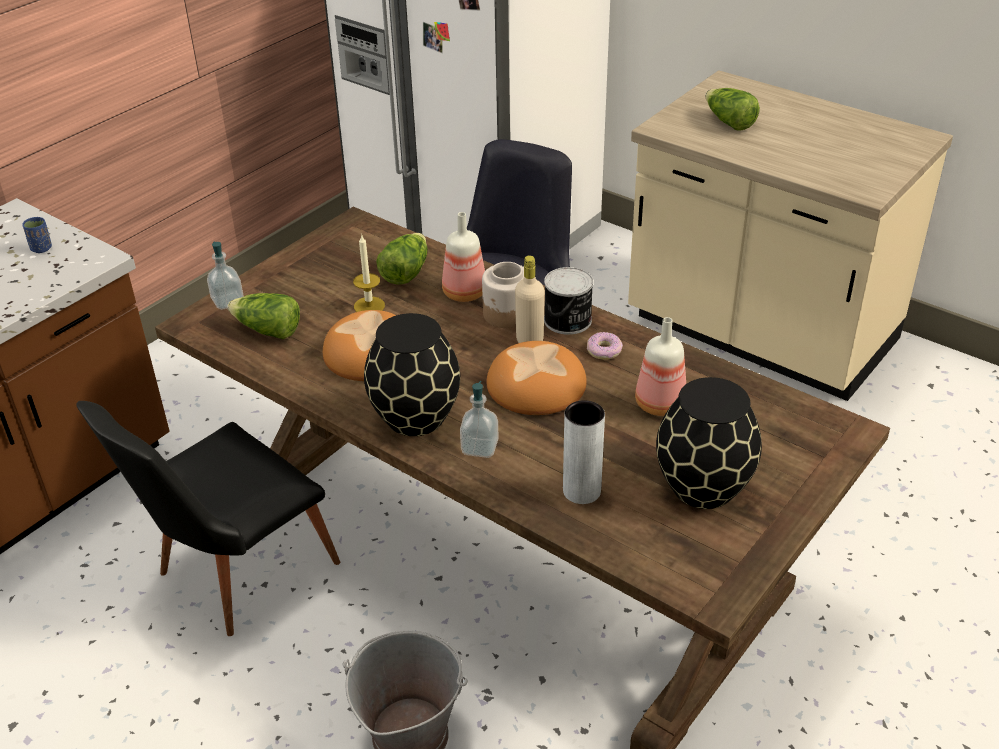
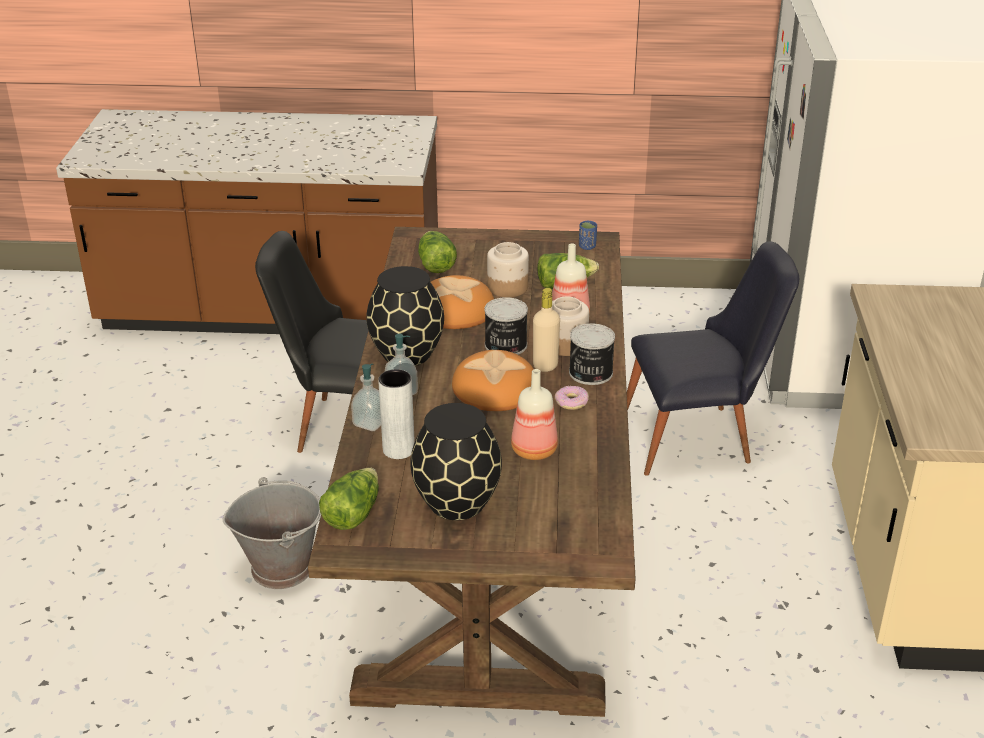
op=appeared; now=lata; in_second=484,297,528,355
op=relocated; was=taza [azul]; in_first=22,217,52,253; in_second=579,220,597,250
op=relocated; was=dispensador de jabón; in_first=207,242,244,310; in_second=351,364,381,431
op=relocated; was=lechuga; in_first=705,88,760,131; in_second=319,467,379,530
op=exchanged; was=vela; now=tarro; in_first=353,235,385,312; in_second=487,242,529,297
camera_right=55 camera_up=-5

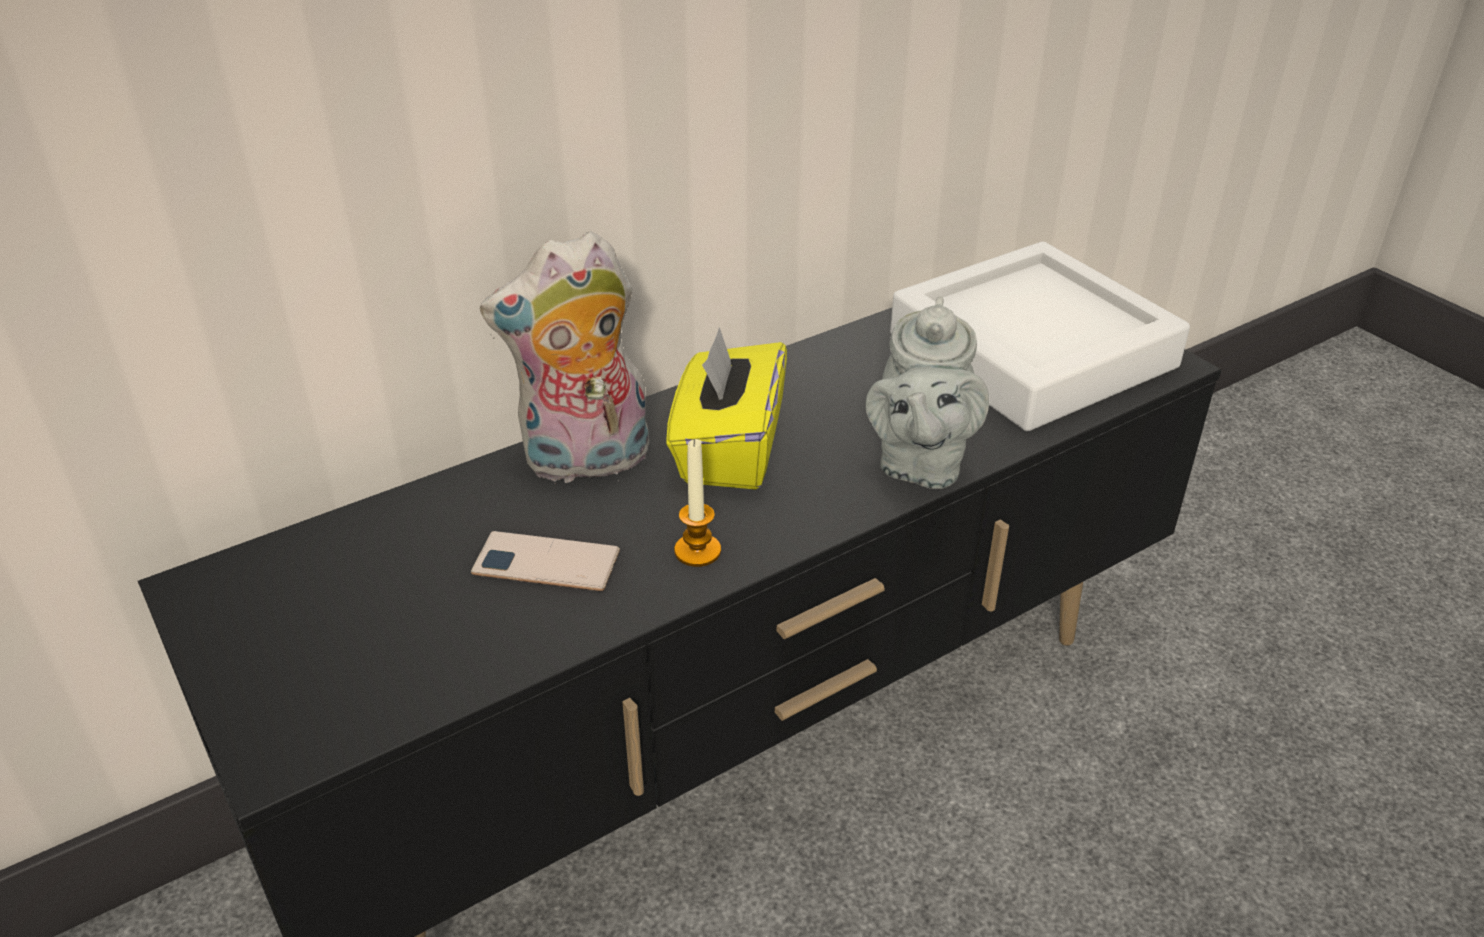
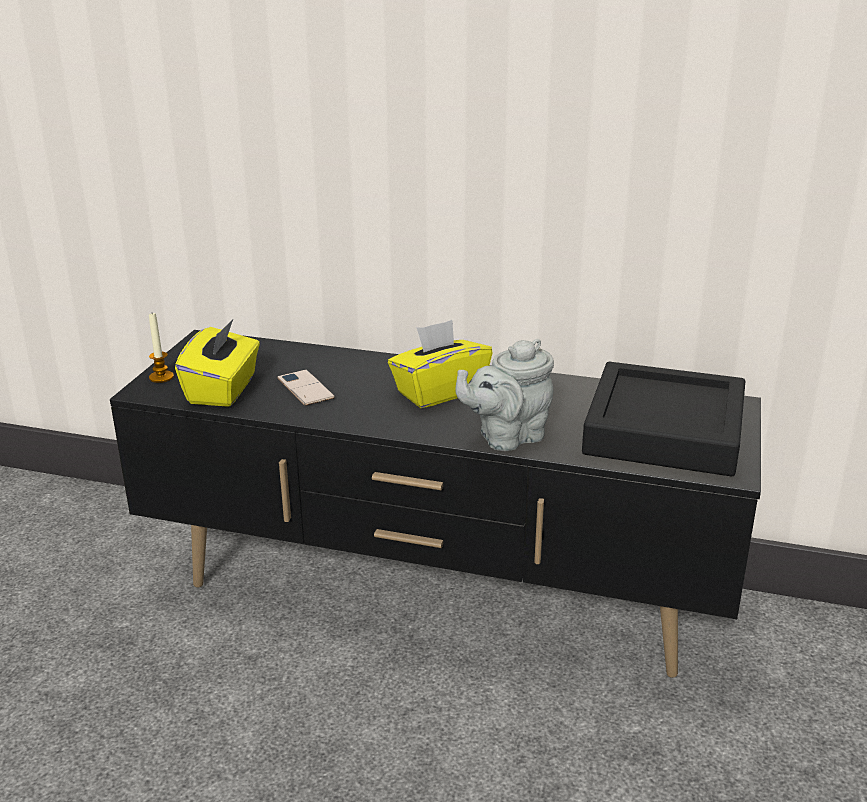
op=missing; was=peluche; in_first=480,231,649,484
op=appeared; now=caja de pañuelos [amarillo]; in_second=175,319,260,407
op=relocated; was=vela; in_first=674,438,721,567; in_second=149,313,174,383
op=colour; was=bandeja [blanco]; now=bandeja [negro]; in_first=890,242,1190,431; in_second=582,362,745,476
camera_right=50 camera_up=-10

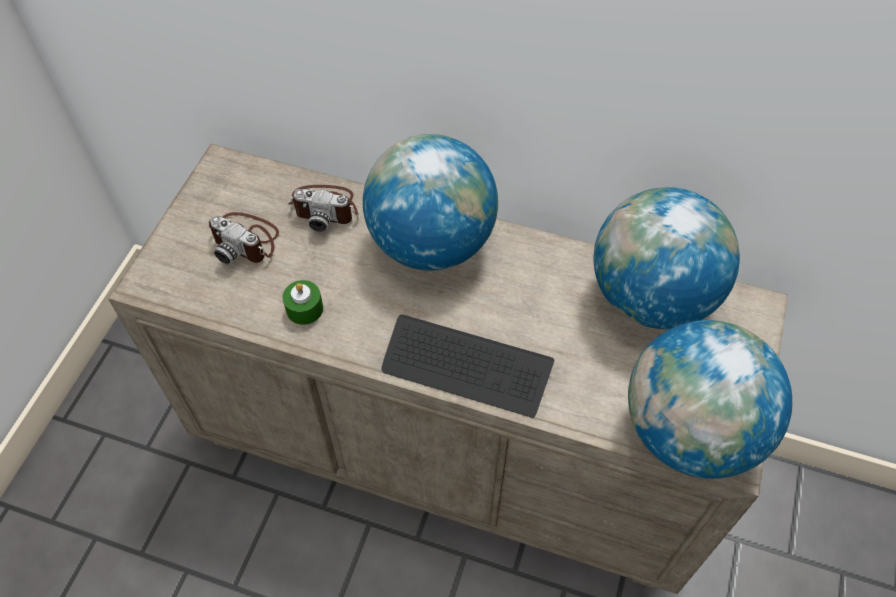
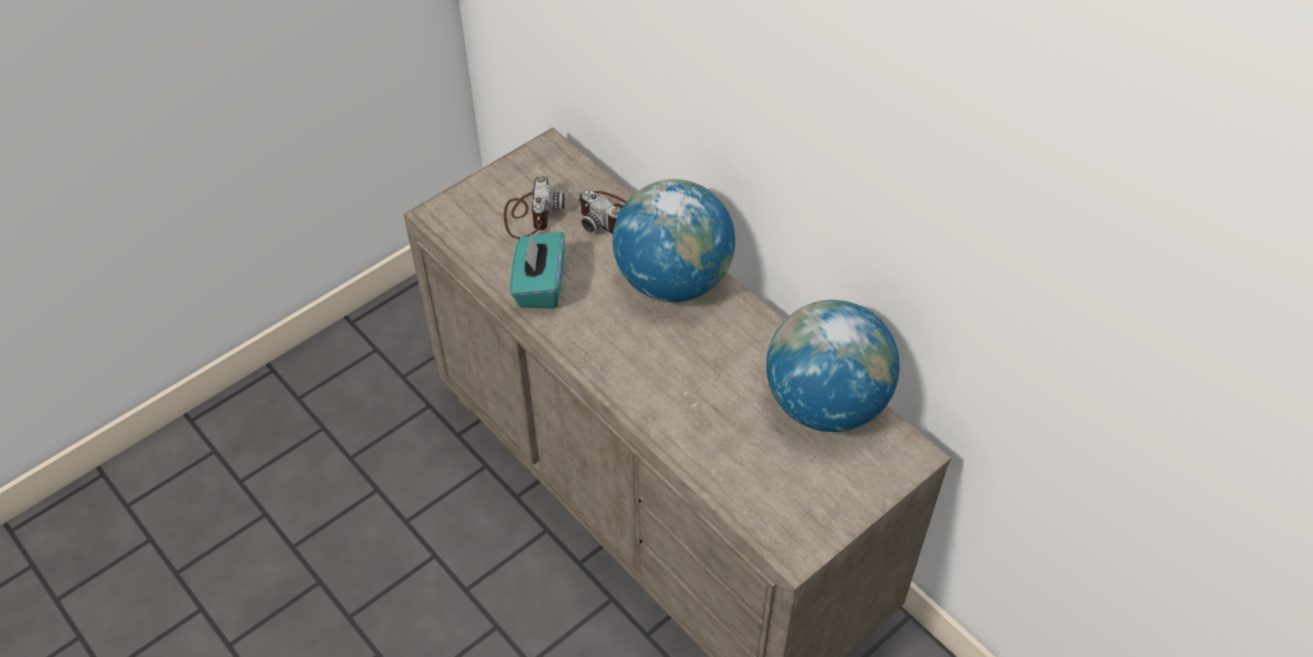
op=missing; was=teclado; in_first=381,315,554,417
op=missing; was=globo terráqueo; in_first=628,320,792,479
op=exchanged; was=vela [verde]; now=caja de pañuelos [turquesa]; in_first=282,280,323,325; in_second=510,231,565,309
op=spun; was=cámara; in_first=208,212,279,264; in_second=504,175,565,239; clockwise=-150
camera_right=30 camera_up=-5

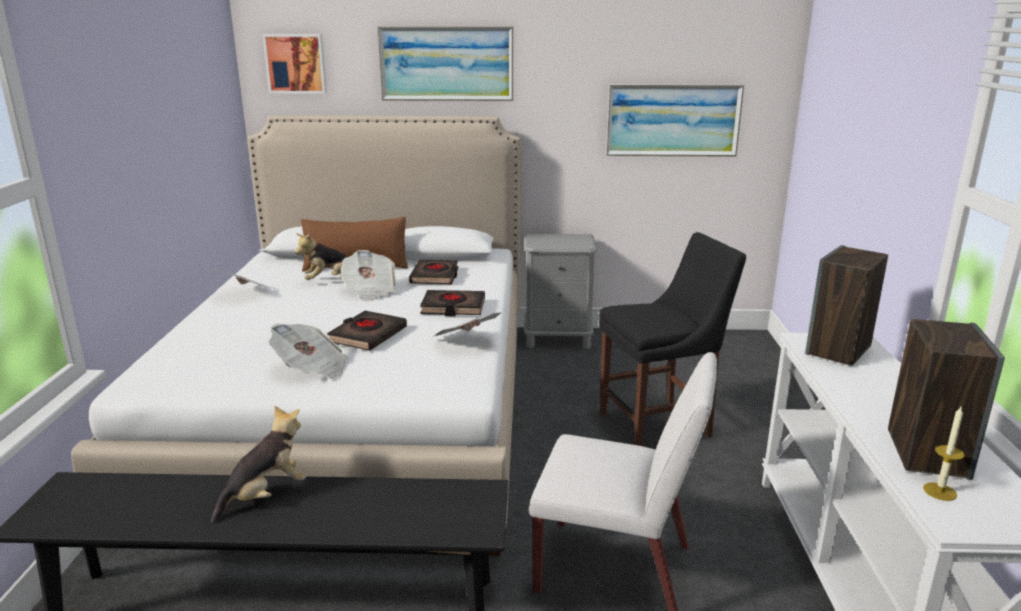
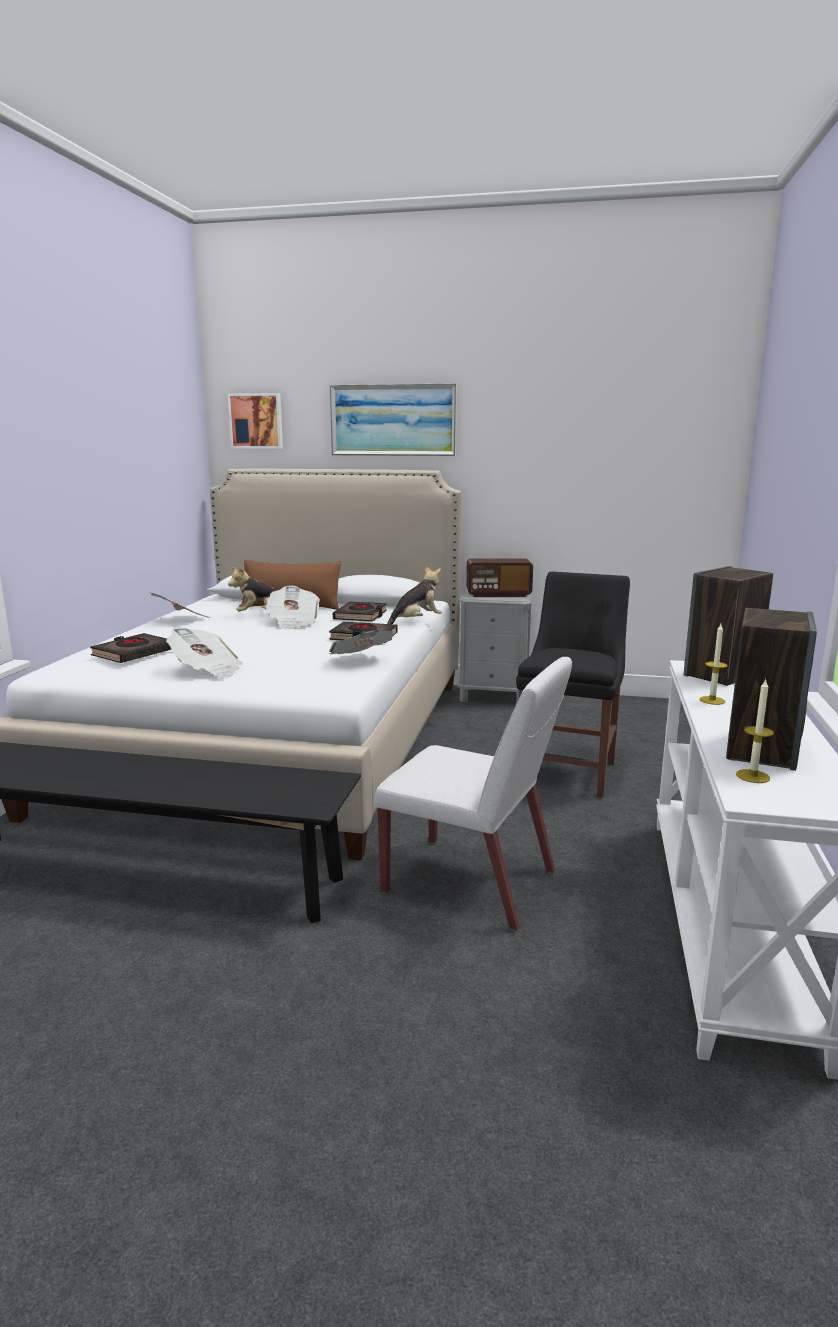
op=missing; was=cuadro; in_first=606,84,744,157
op=appeared; now=radio; in_second=466,558,533,597
op=appeared; now=vela; in_second=699,624,728,705
op=relocated; was=peluche; in_first=211,406,306,523; in_second=387,566,442,624
op=relocated; was=libro [negro]; in_first=327,311,407,351; in_second=90,633,171,663
op=spun; was=silla [negro]; in_first=599,232,746,446; in_second=516,571,630,798; clockwise=-60
camera_right=10 camera_up=-5

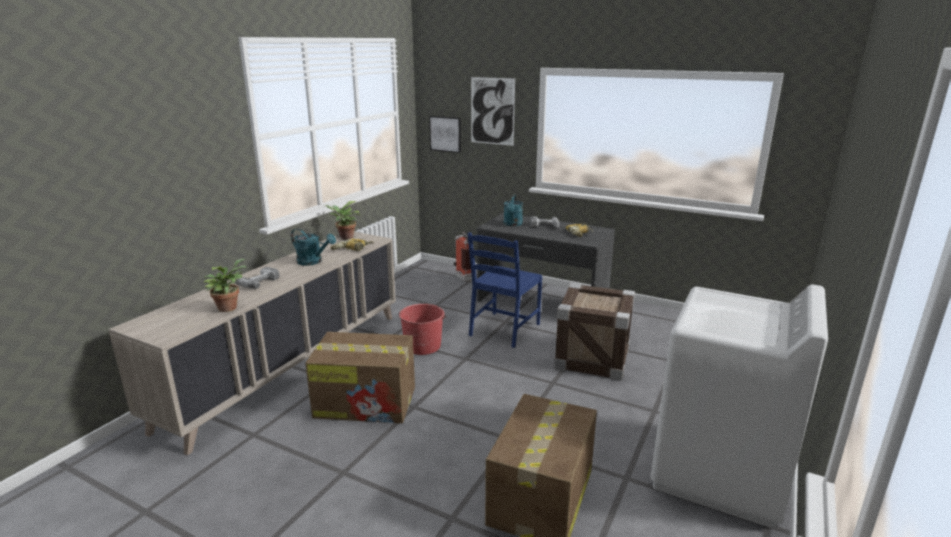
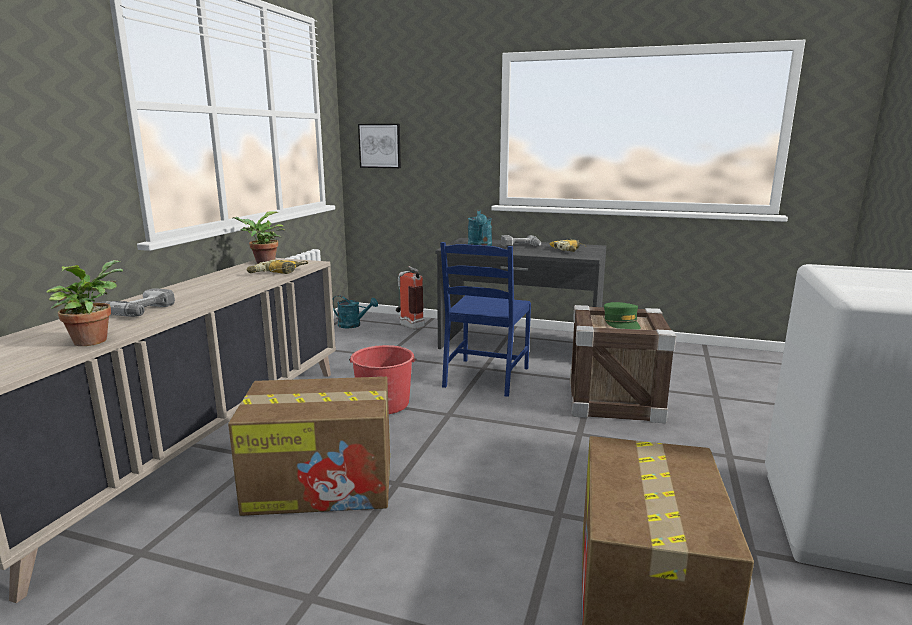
op=missing; was=cuadro; in_first=471,77,515,146
op=appeared; now=gorra [verde]; in_second=604,302,641,330
op=relocated; was=regadera [turquesa]; in_first=291,228,336,266; in_second=333,295,378,328
camera_right=-10 camera_up=-5

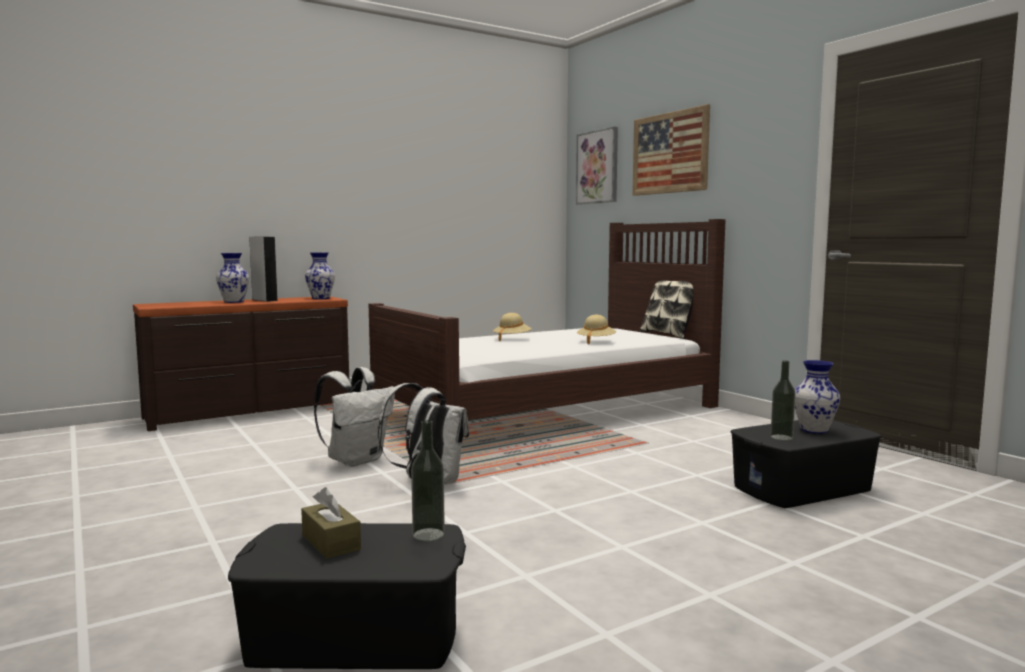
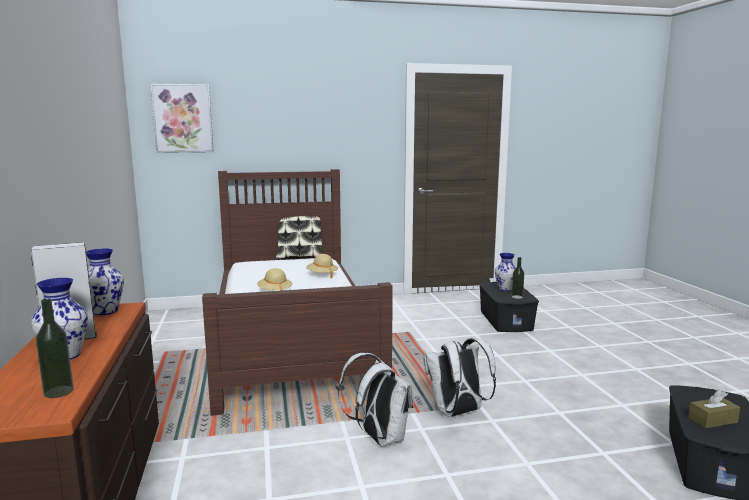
op=missing; was=cuadro; in_first=632,104,710,196
op=relocated; was=botella; in_first=411,420,445,541; in_second=36,298,74,398
camera_right=-70 camera_up=5

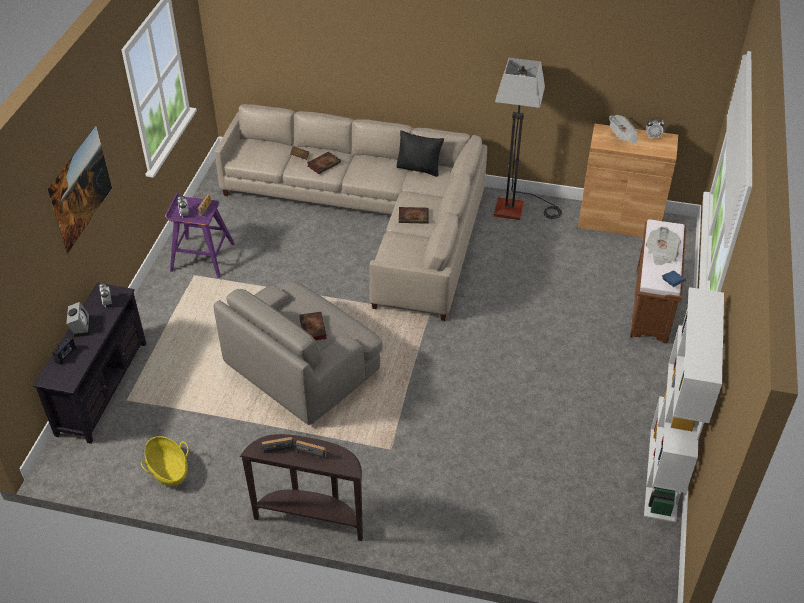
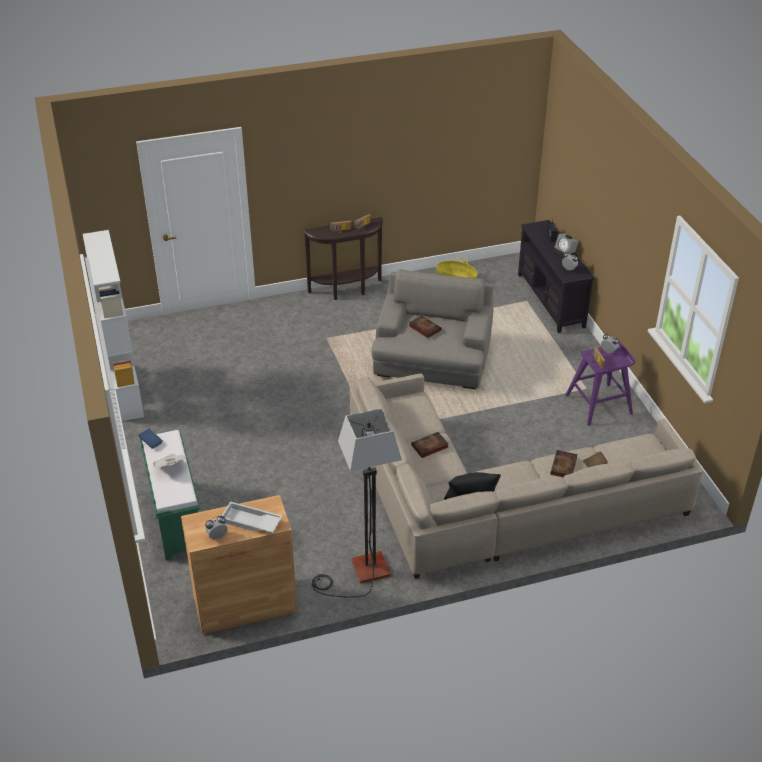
op=missing; was=cuadro; in_first=48,126,112,254
op=exchanged; was=periódico; now=bandeja [blanco]; in_first=609,115,638,145; in_second=221,501,282,533
op=colour; was=banco [marrón]; now=banco [verde]; in_first=630,219,686,343; in_second=140,430,200,560
camera_right=150 camera_up=-5

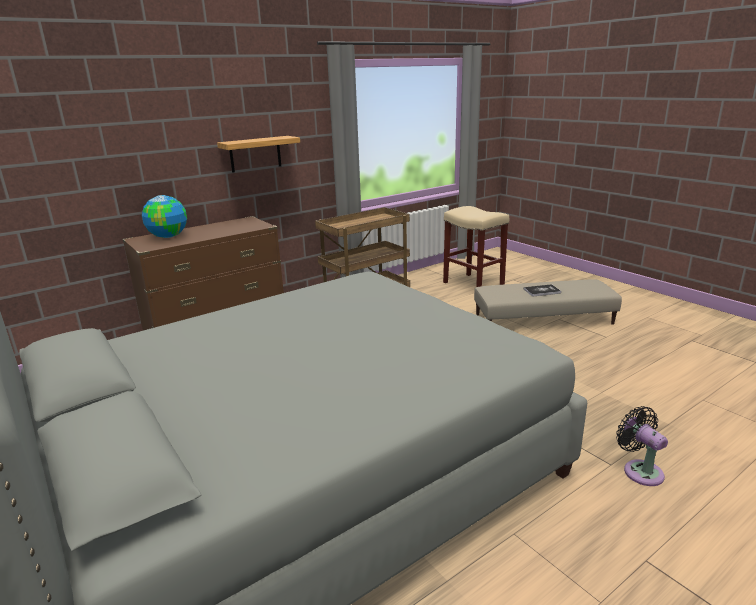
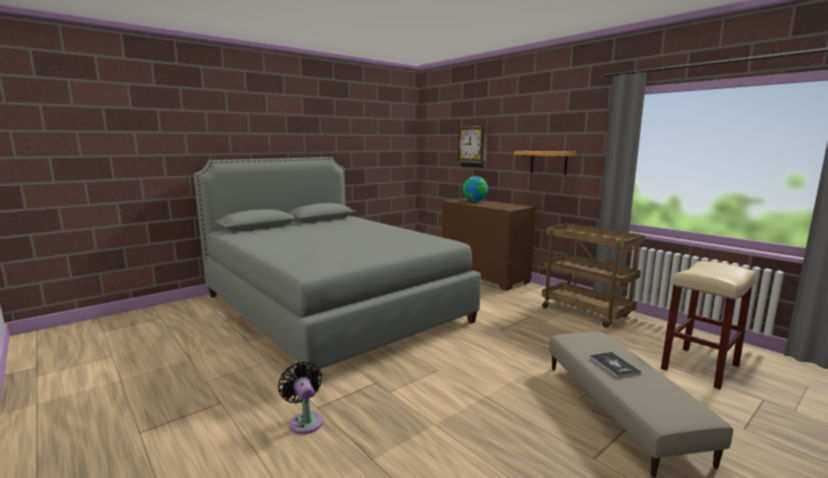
op=appeared; now=reloj de pared; in_second=457,126,487,168
op=spun; was=ventilador [negro]; in_first=616,406,668,486; in_second=278,361,323,434; clockwise=-90
camera_right=85 camera_up=-10

